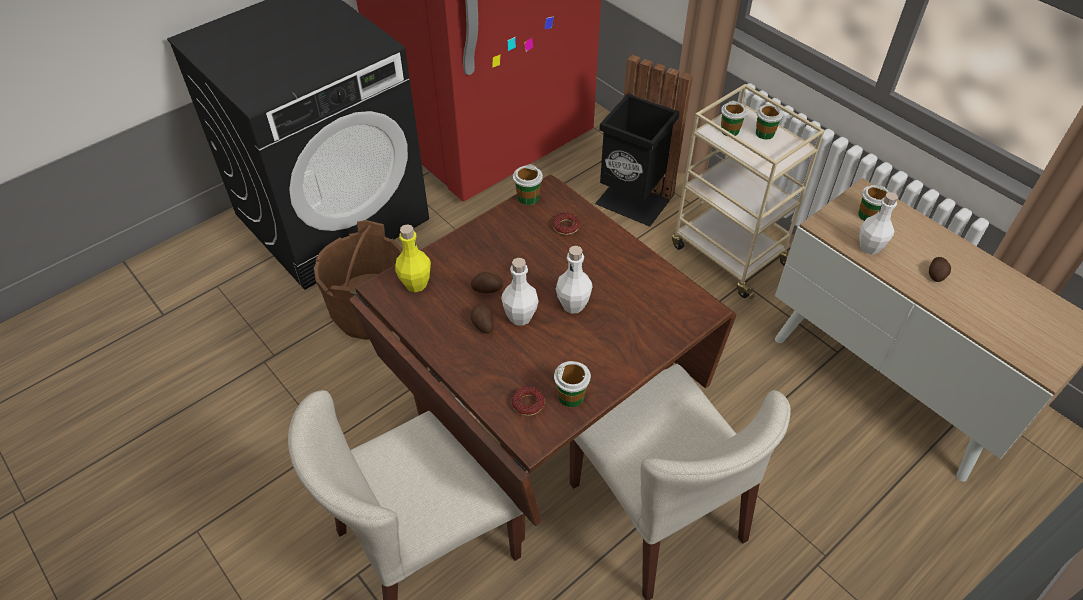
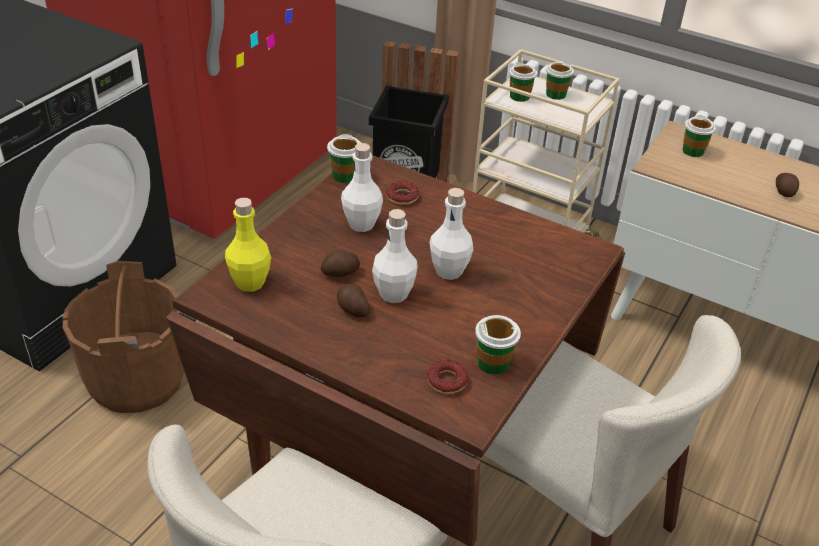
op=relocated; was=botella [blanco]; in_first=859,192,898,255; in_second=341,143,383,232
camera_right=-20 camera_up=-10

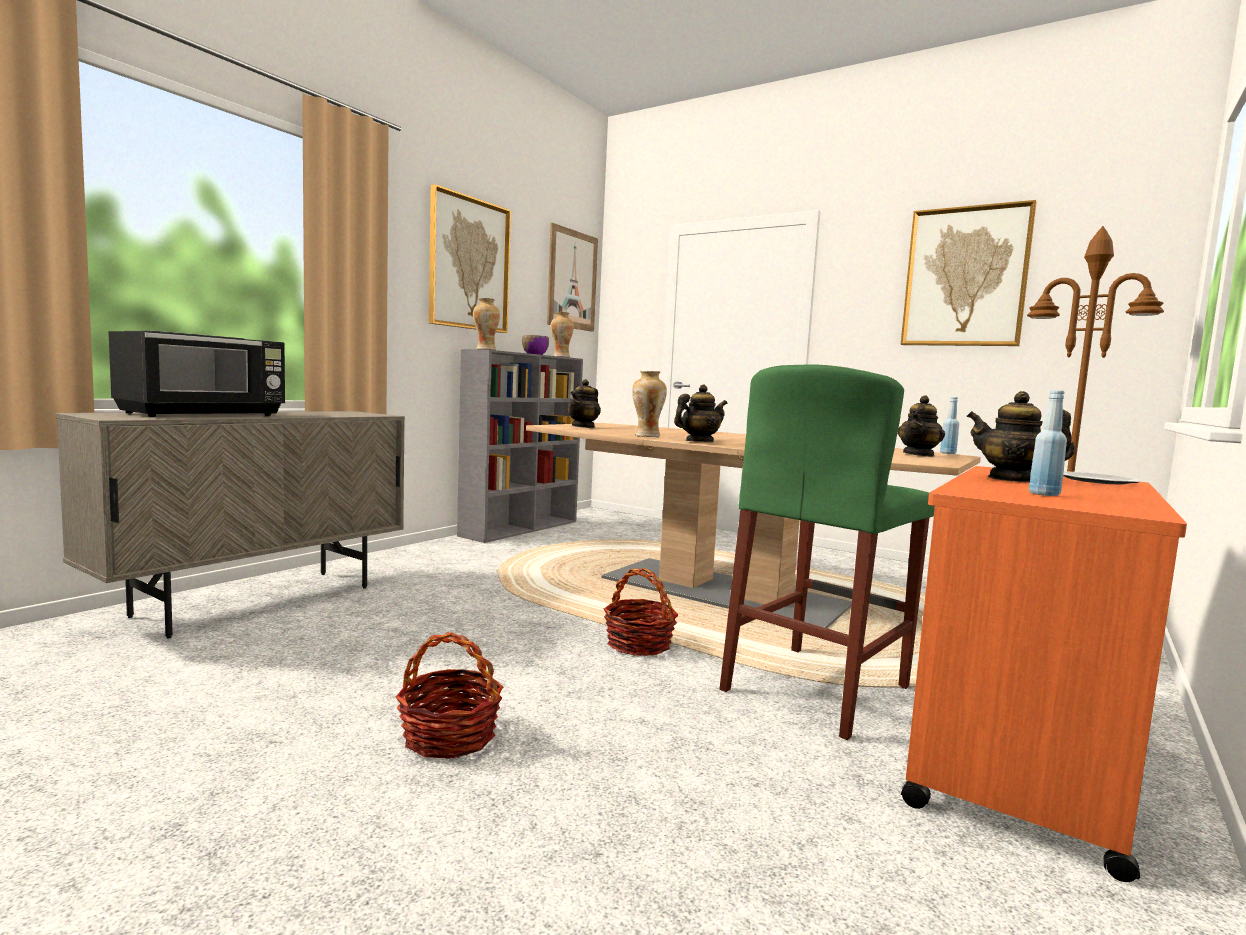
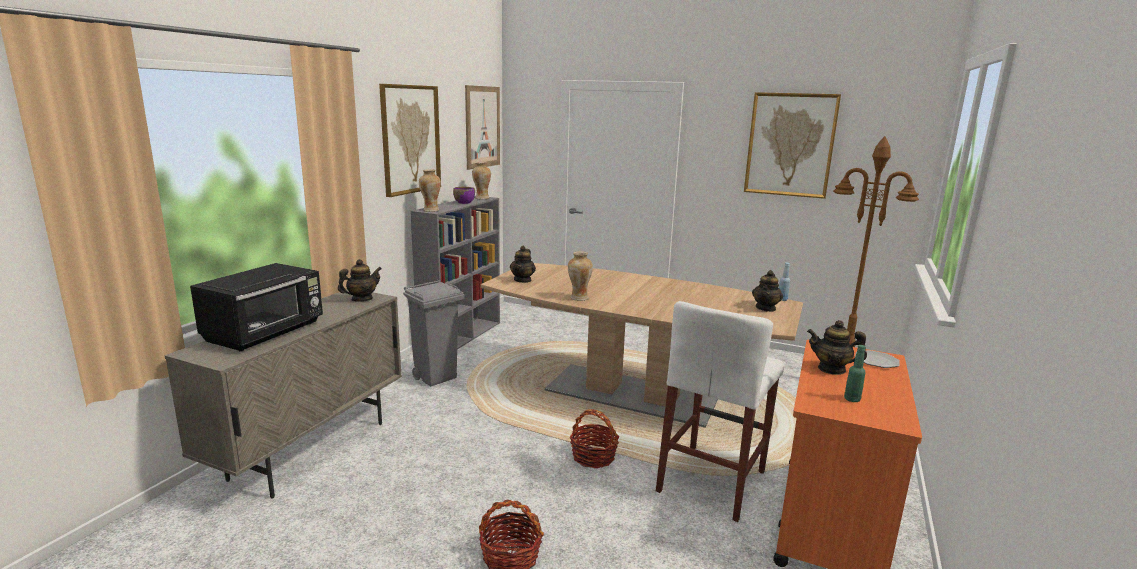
op=appeared; now=papelera [gris]; in_second=403,280,465,386
op=relocated; was=tetera; in_first=674,384,727,442; in_second=338,259,382,302
op=colour; was=taburete [verde]; now=taburete [blanco]; in_first=720,364,935,740; in_second=656,301,784,522
op=colour; was=botella [azul]; now=botella [verde]; in_first=1029,390,1067,496; in_second=844,345,866,402
camera_right=-10 camera_up=10

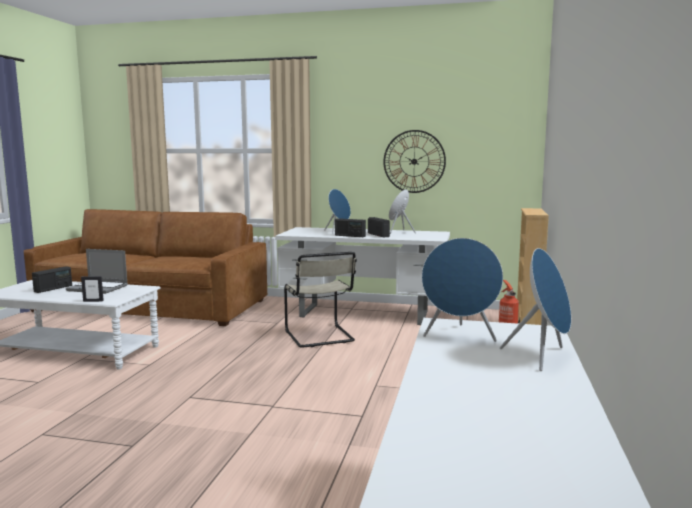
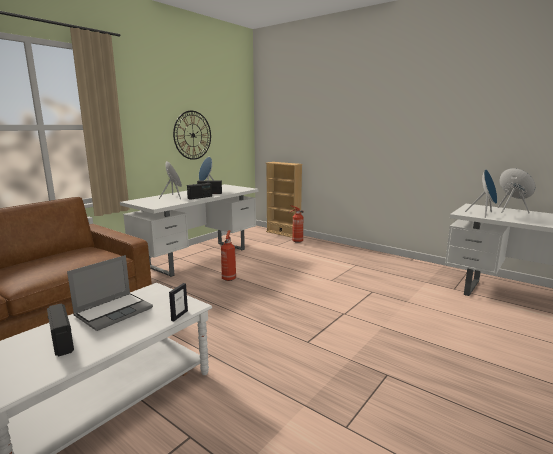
op=exchanged; was=silla [beis]; now=extintor; in_first=284,252,357,348; in_second=221,230,236,281
camera_right=-65 camera_up=5

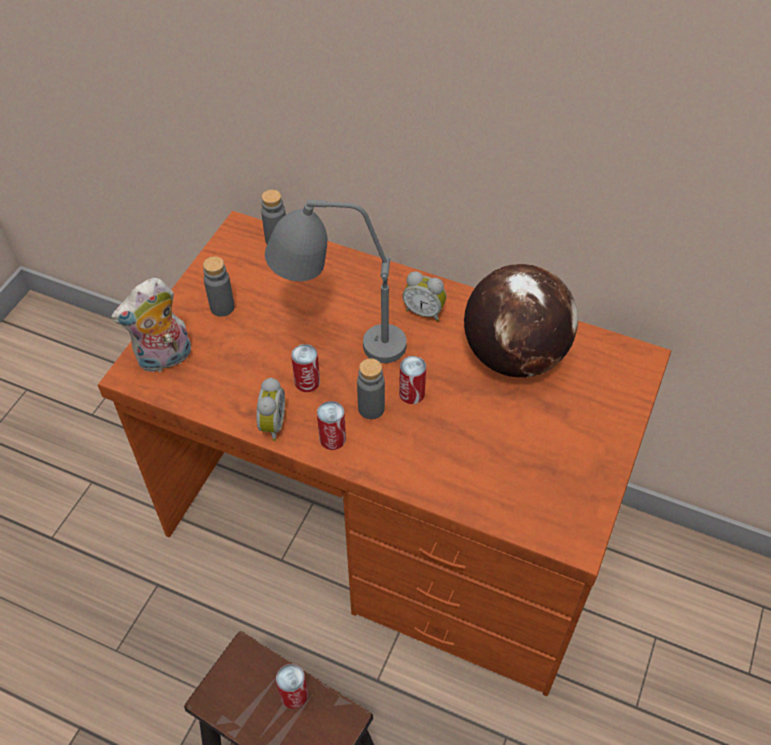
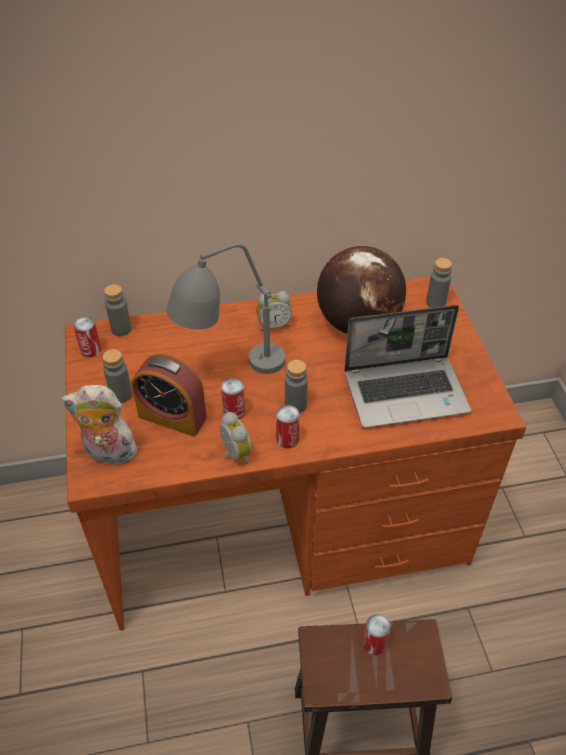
op=appeared; now=despertador; in_second=132,354,207,436
op=appeared; now=portátil; in_second=344,305,471,428
op=appeared; now=botella [gris]; in_second=426,258,452,308
op=relocated; was=lata; in_first=399,356,426,404; in_second=73,317,101,357
op=spun; was=peluche; in_first=111,278,191,374; in_second=61,385,137,465; clockwise=75
camera_right=-35 camera_up=-5

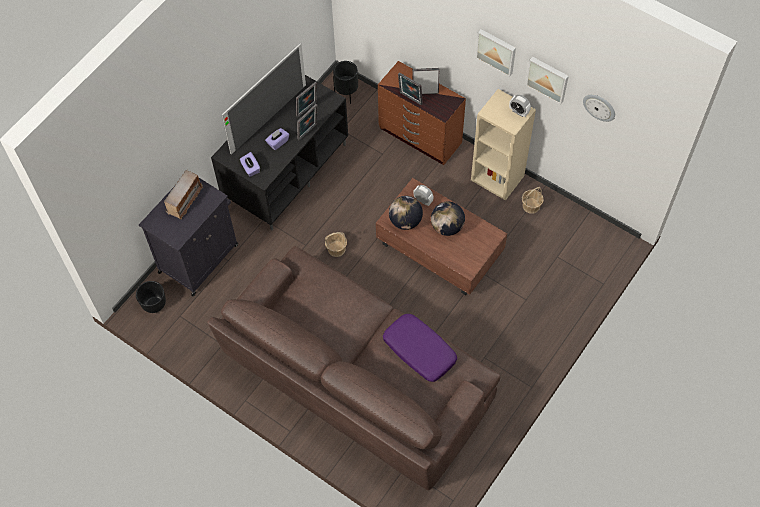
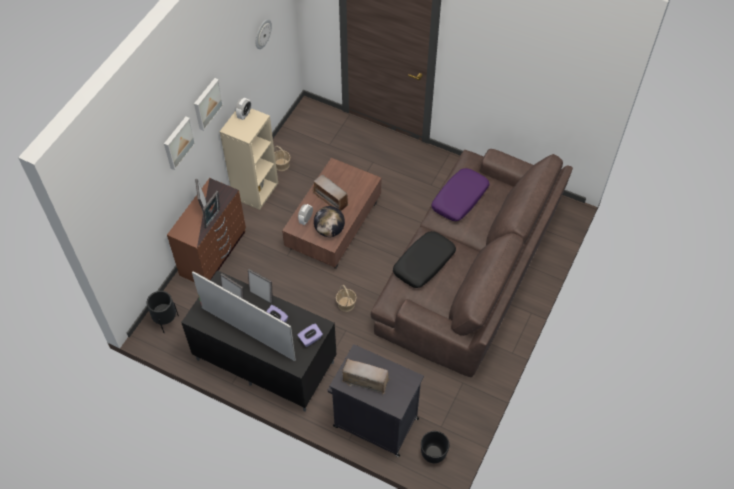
op=appeared; now=cojín [negro]; in_second=393,231,456,288
op=relocated; was=cuadro; in_first=526,57,569,104; in_second=164,117,196,170
op=exchanged; was=globo terráqueo; now=radio; in_first=431,202,465,236; in_second=312,174,349,211
camera_right=-100 camera_up=-5

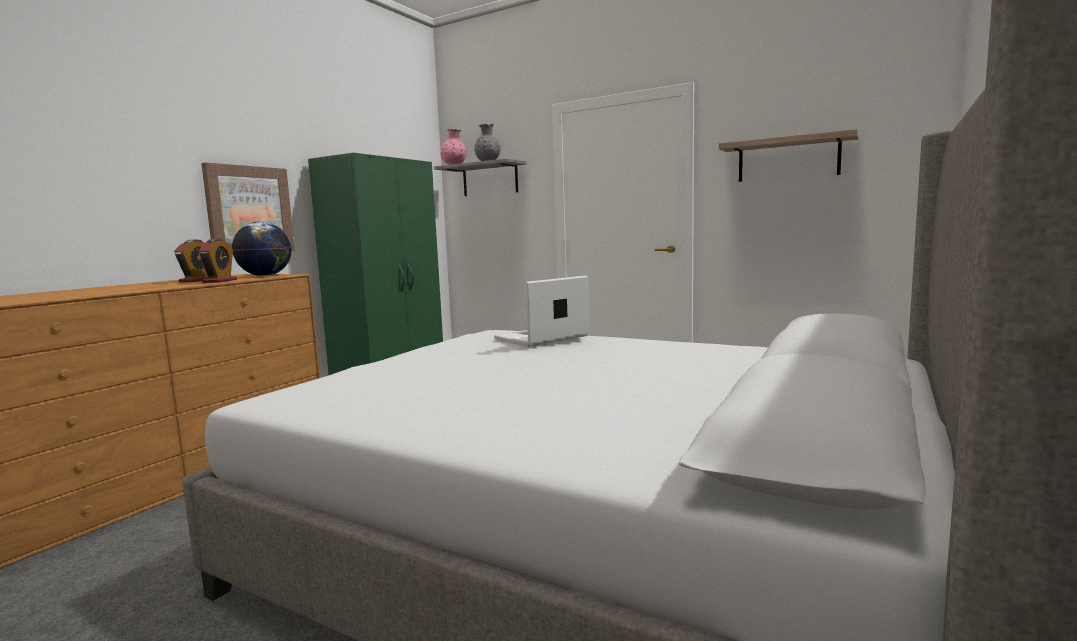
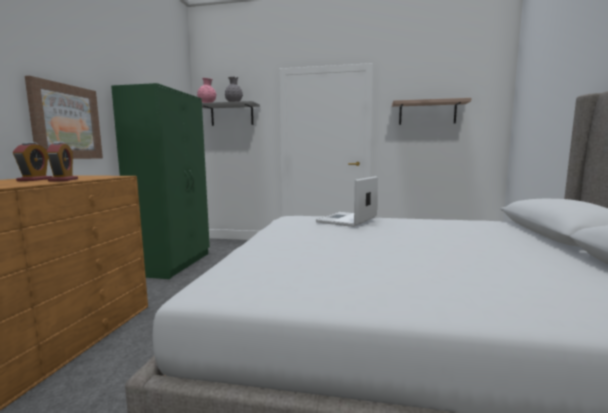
op=missing; was=globo terráqueo; in_first=232,222,292,276
camera_right=-20 camera_up=0

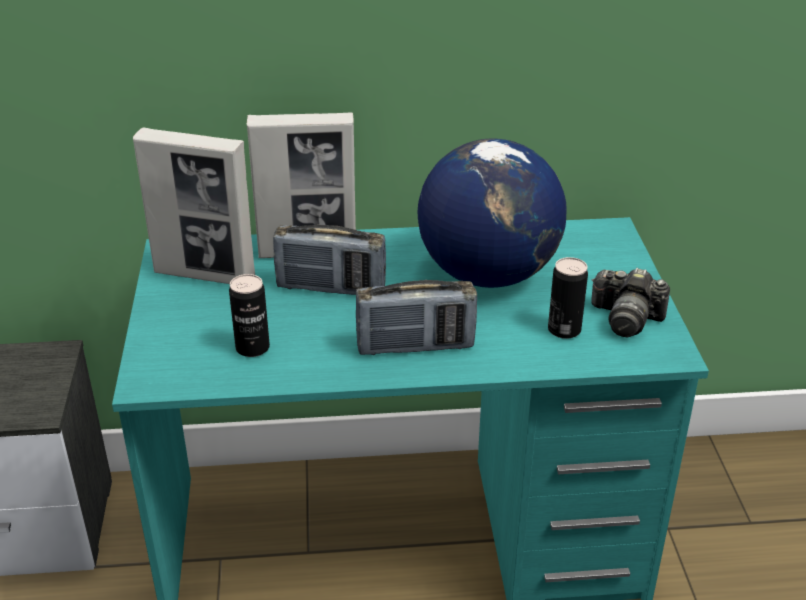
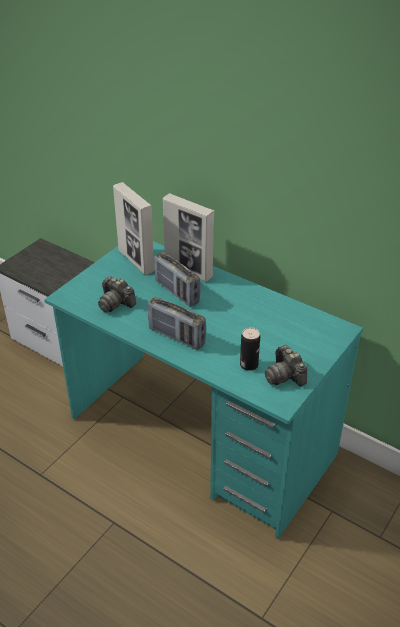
op=missing; was=globo terráqueo; in_first=418,138,567,288
op=exchanged; was=lata; now=cámara; in_first=229,274,270,357; in_second=98,276,136,312
camera_right=40 camera_up=5

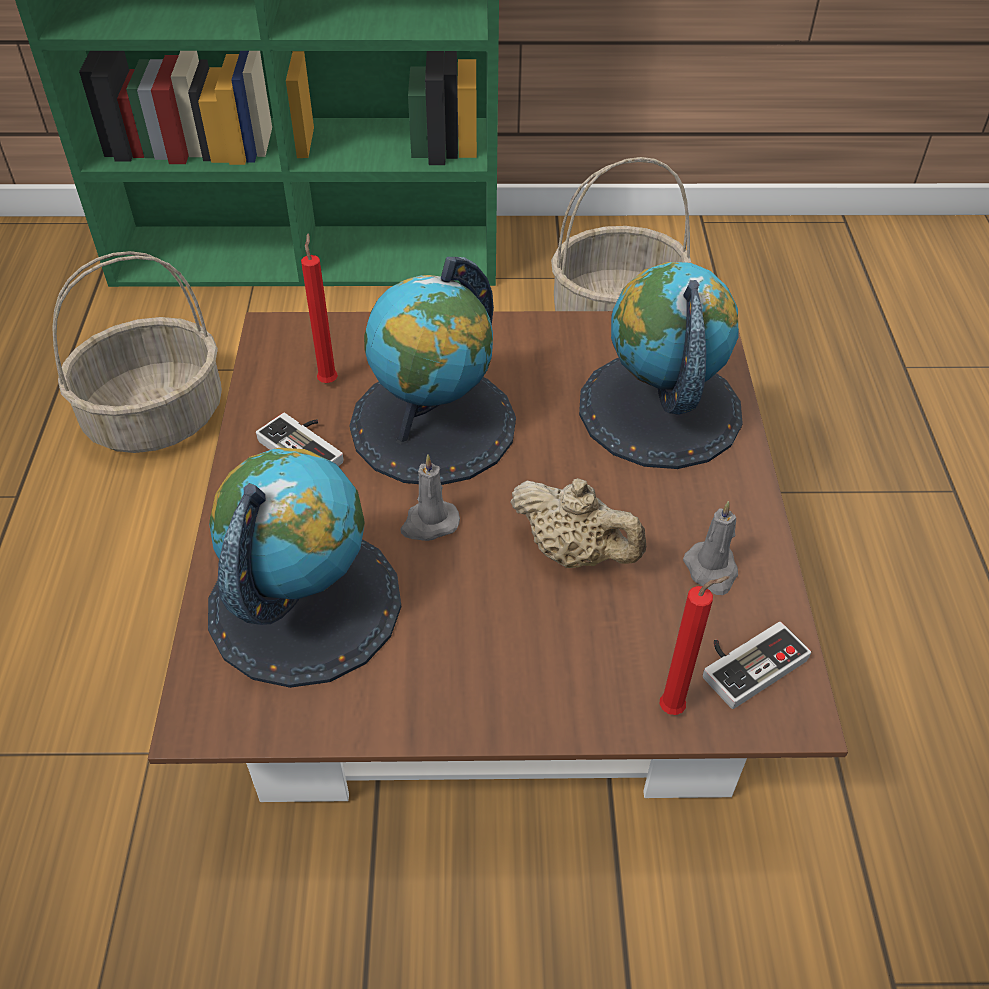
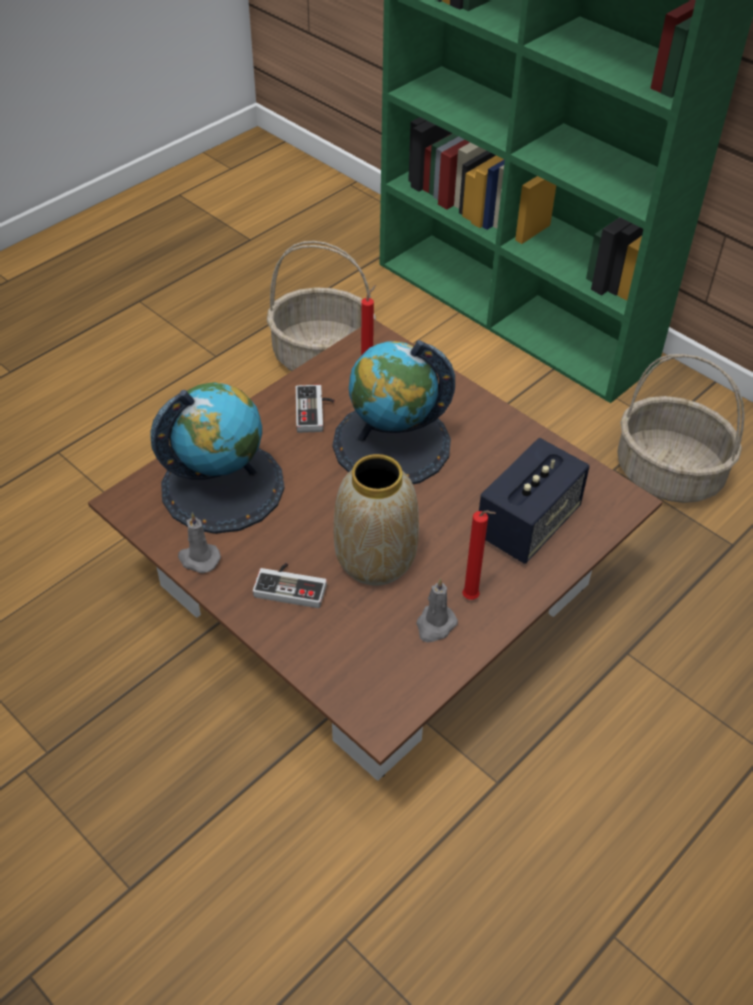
op=relocated; was=vela [gris]; in_first=400,454,460,541; in_second=178,513,221,573
op=relocated; was=vela [rojo]; in_first=660,576,730,715; in_second=462,510,496,600
op=relocated; was=mando de consola; in_first=703,622,811,709; in_second=253,563,327,608
op=exchanged; was=tetera [beis]; now=florero; in_first=510,478,646,568; in_second=334,454,419,585
op=exchanged; was=globo terráqueo; now=altavoz; in_first=579,262,743,469; in_second=479,438,590,564
camera_right=45 camera_up=0

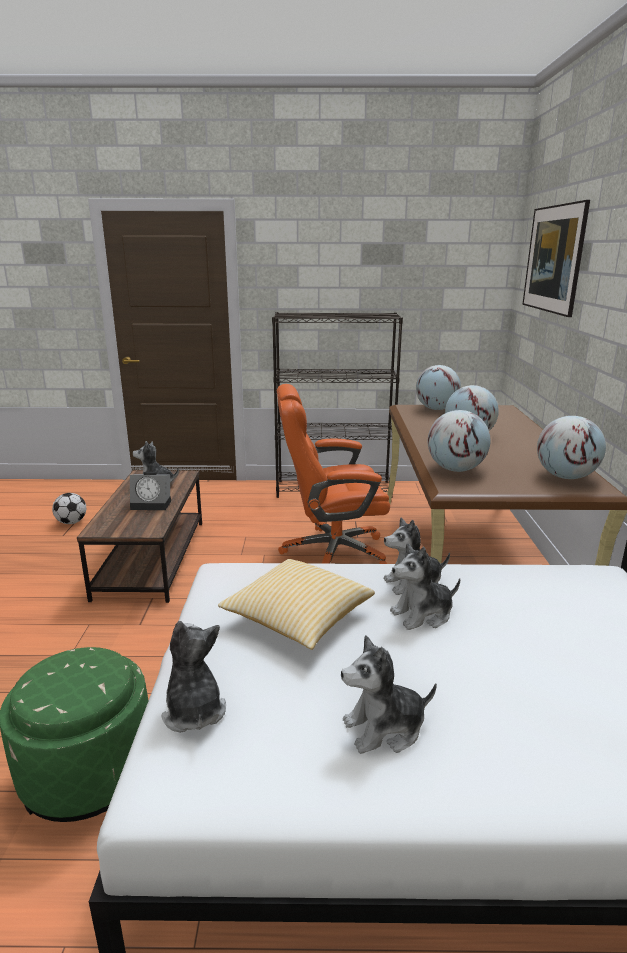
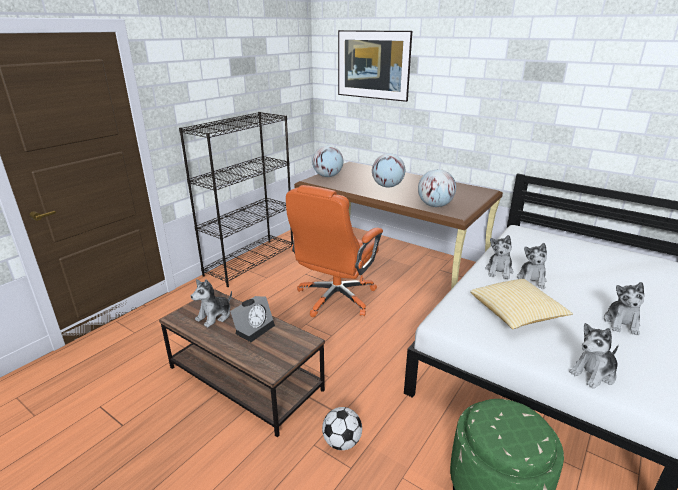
op=missing; was=globo terráqueo; in_first=537,416,606,479
op=relocated; was=balón de fútbol; in_first=52,493,86,524; in_second=322,407,362,450
op=spun; was=peluche; in_first=162,621,226,733; in_second=569,323,619,389; clockwise=-45
camera_right=-55 camera_up=5

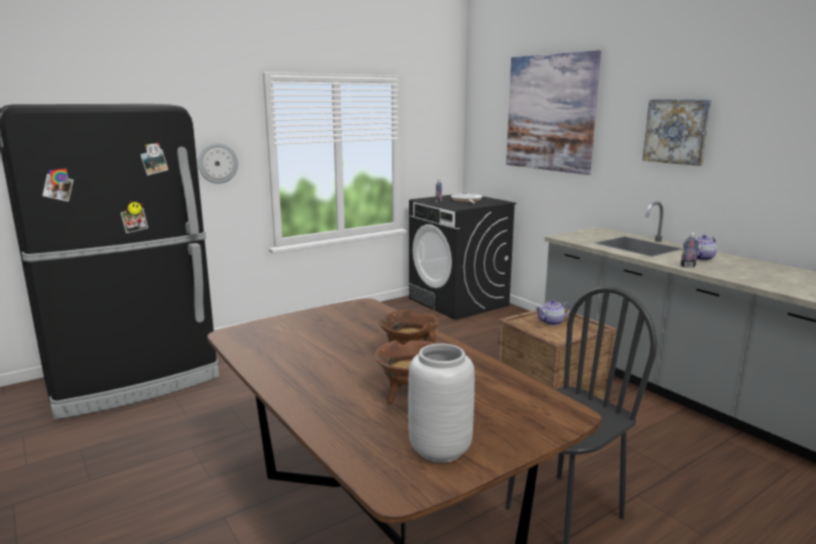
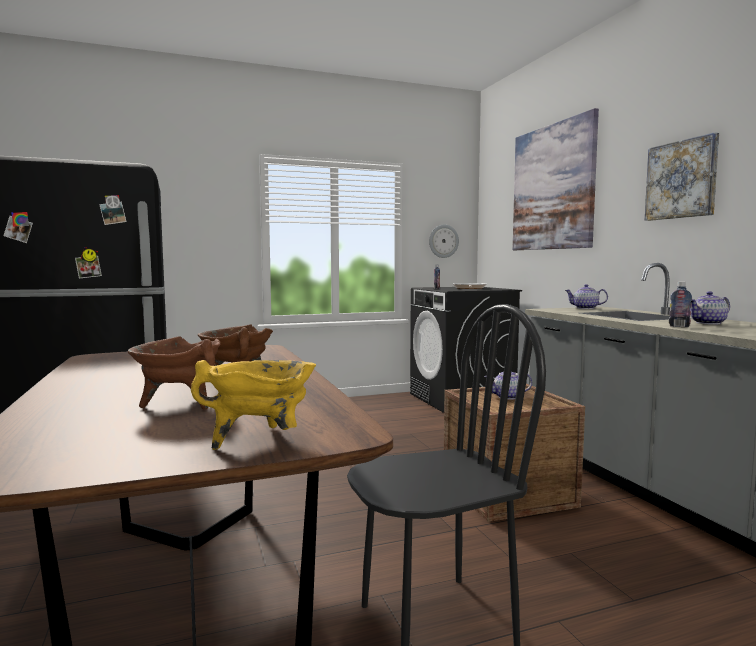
op=missing; was=florero [gris]; in_first=408,344,475,463
op=appeared; now=olla [amarillo]; in_second=191,360,316,450
op=appeared; now=tetera; in_second=565,284,608,309
op=relocated; was=reloj de pared; in_first=198,143,238,184; in_second=429,224,459,258
camera_right=15 camera_up=-10

